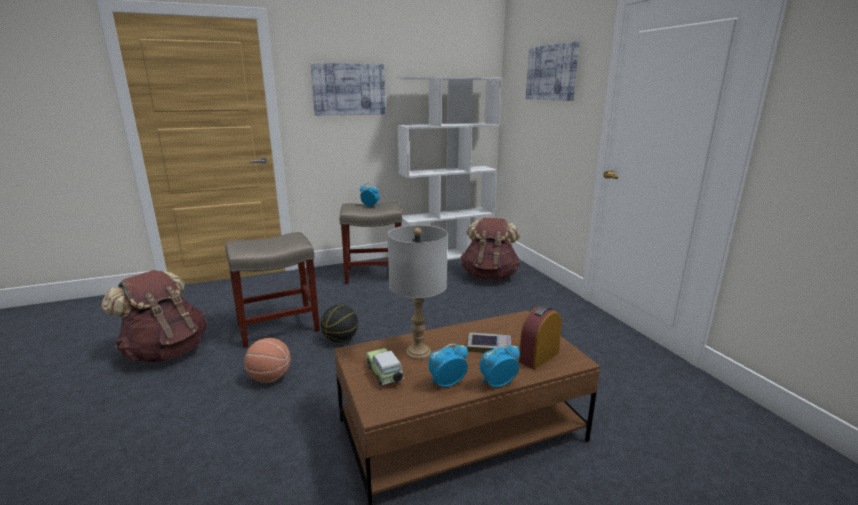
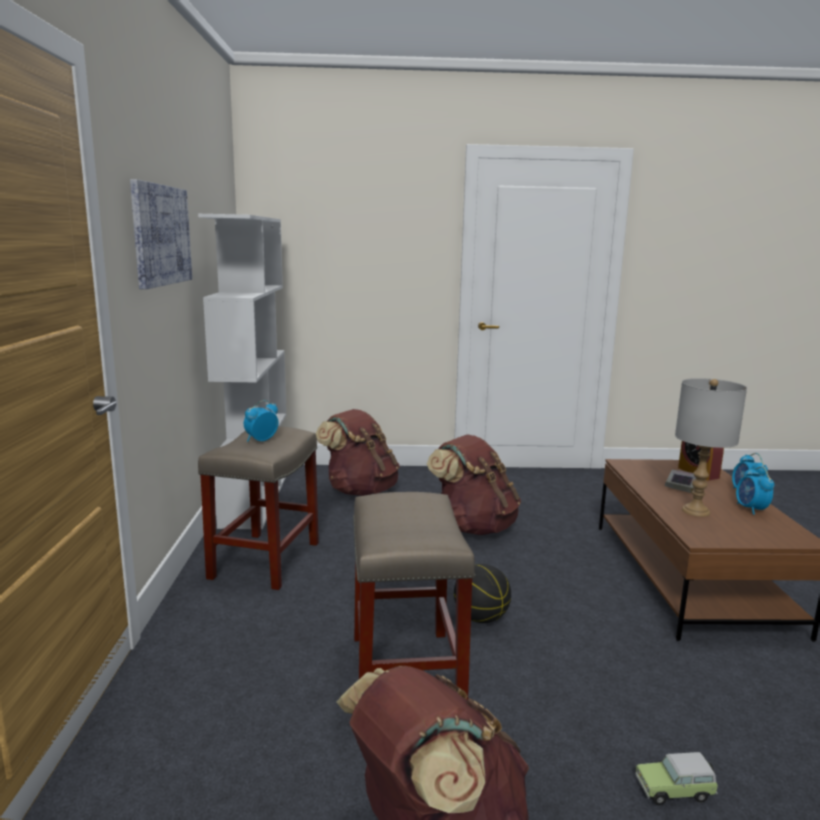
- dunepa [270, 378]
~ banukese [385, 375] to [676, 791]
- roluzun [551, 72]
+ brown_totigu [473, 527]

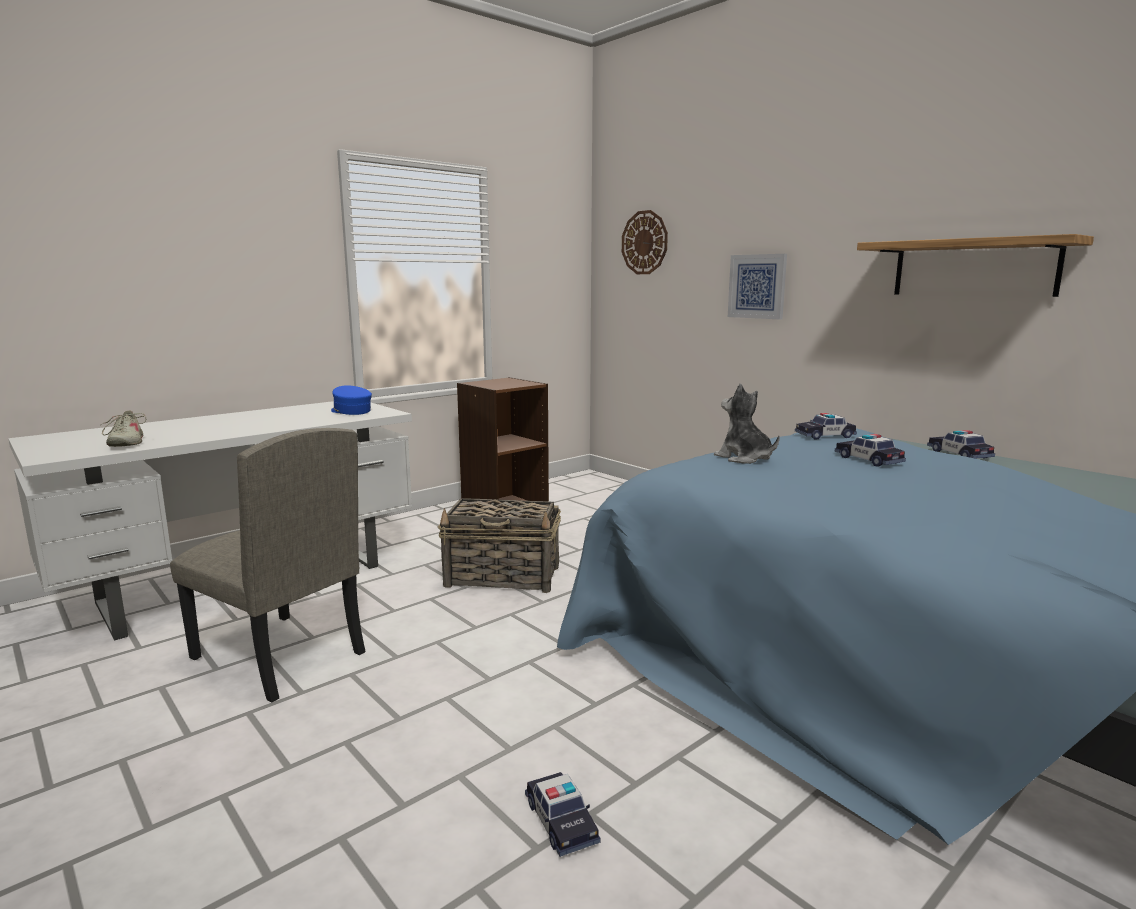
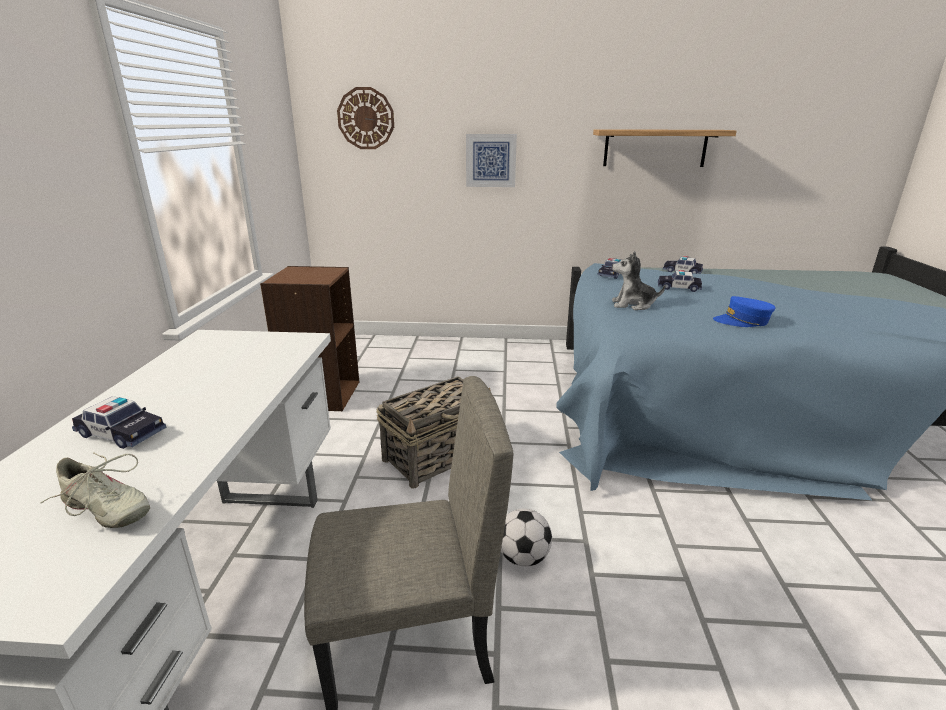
~ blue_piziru [351, 411] to [742, 321]
~ banukese [561, 821] to [121, 433]
+ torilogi [523, 557]

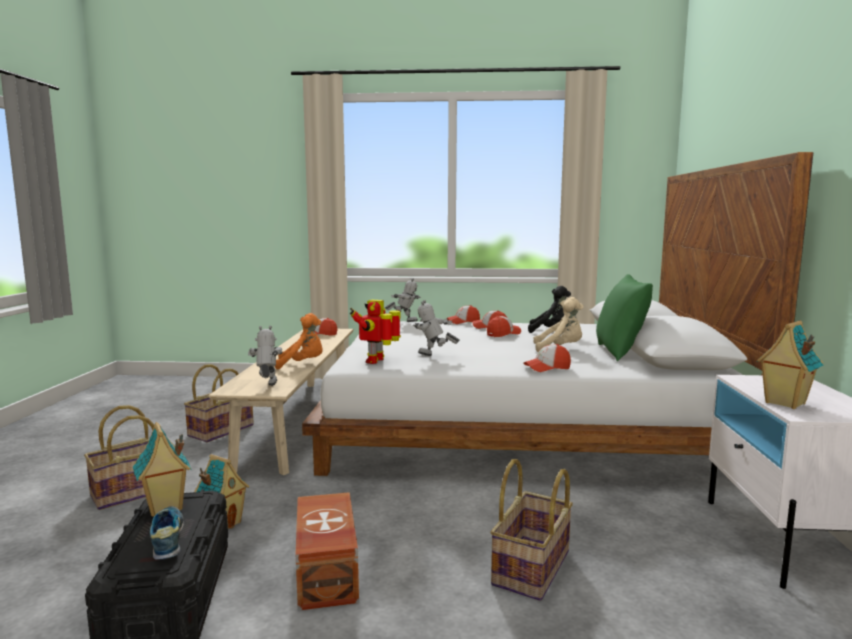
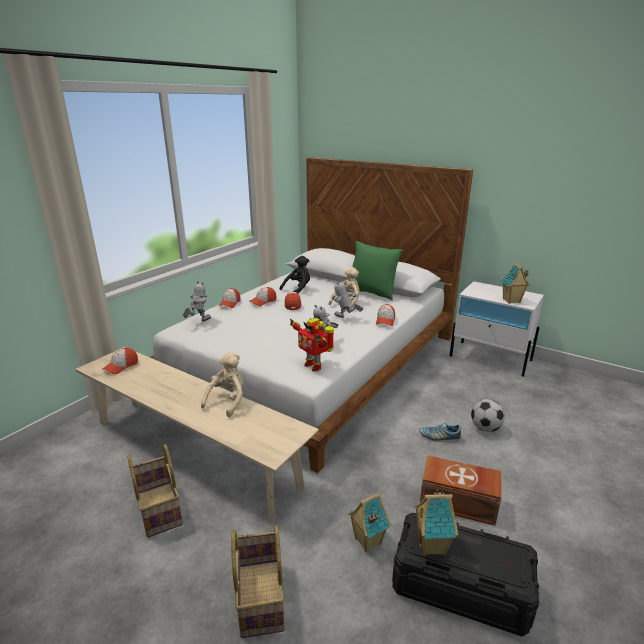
~ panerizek [168, 540] to [439, 437]
~ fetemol [267, 387] to [345, 318]
~ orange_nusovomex [302, 364] to beige_nusovomex [228, 401]
~ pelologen [533, 568] to torilogi [485, 428]

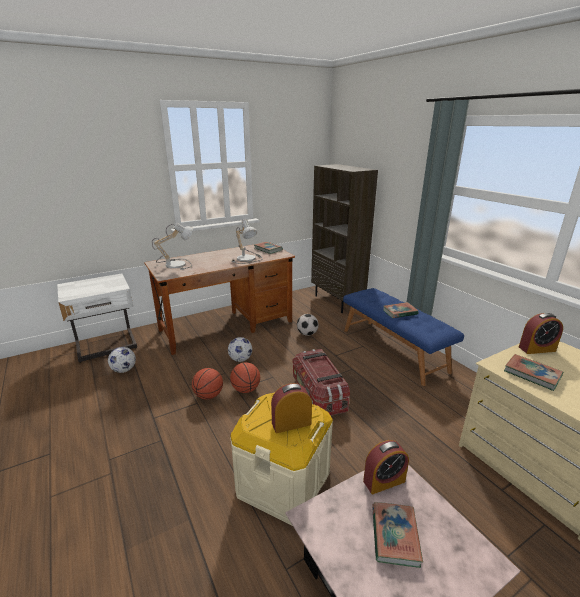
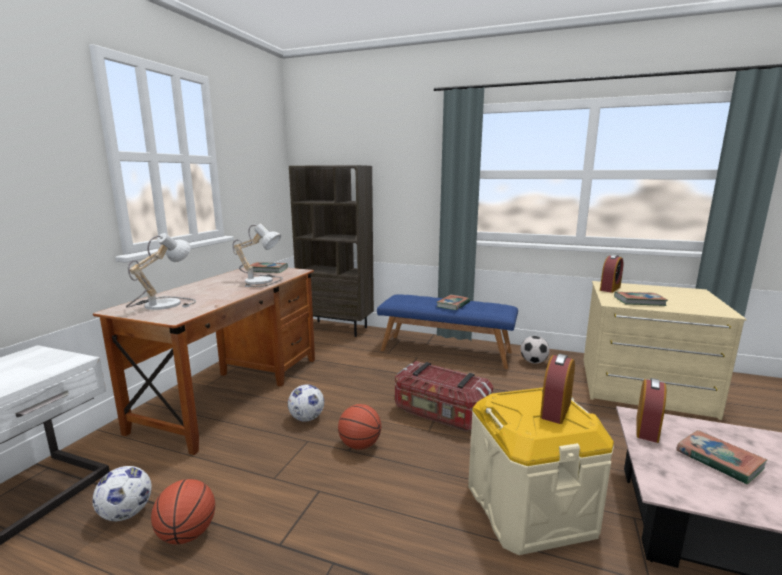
~ dunepa [208, 395] to [187, 534]
~ torilogi [307, 334] to [533, 362]

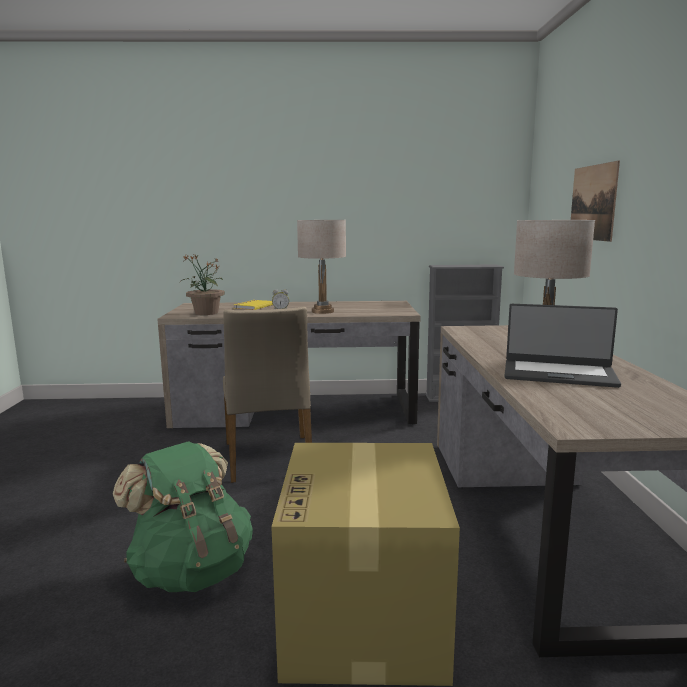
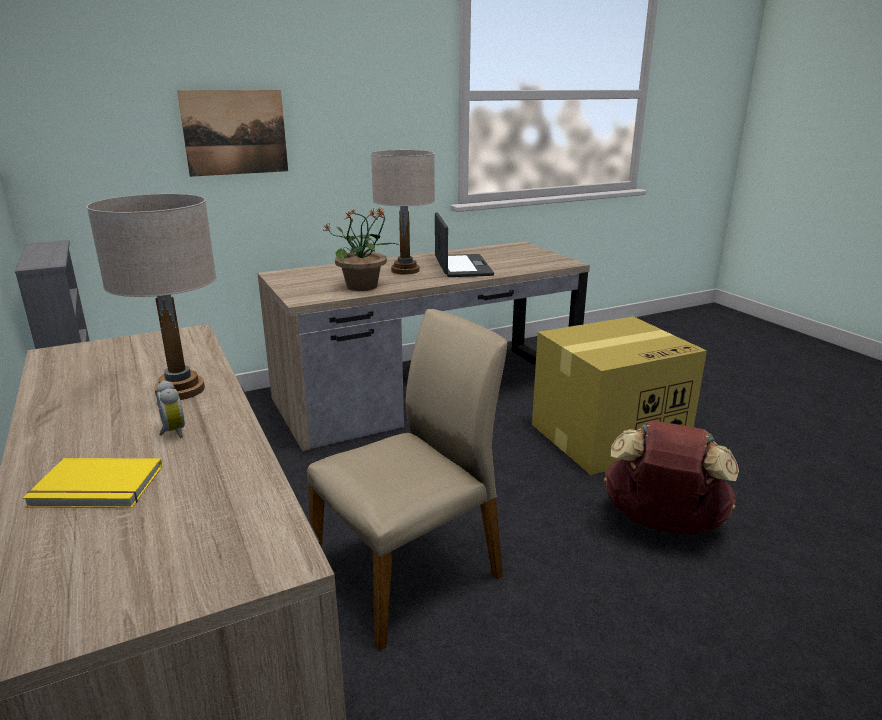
~ green_totigu [192, 570] to brown_totigu [662, 524]
~ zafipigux [206, 313] to [363, 286]

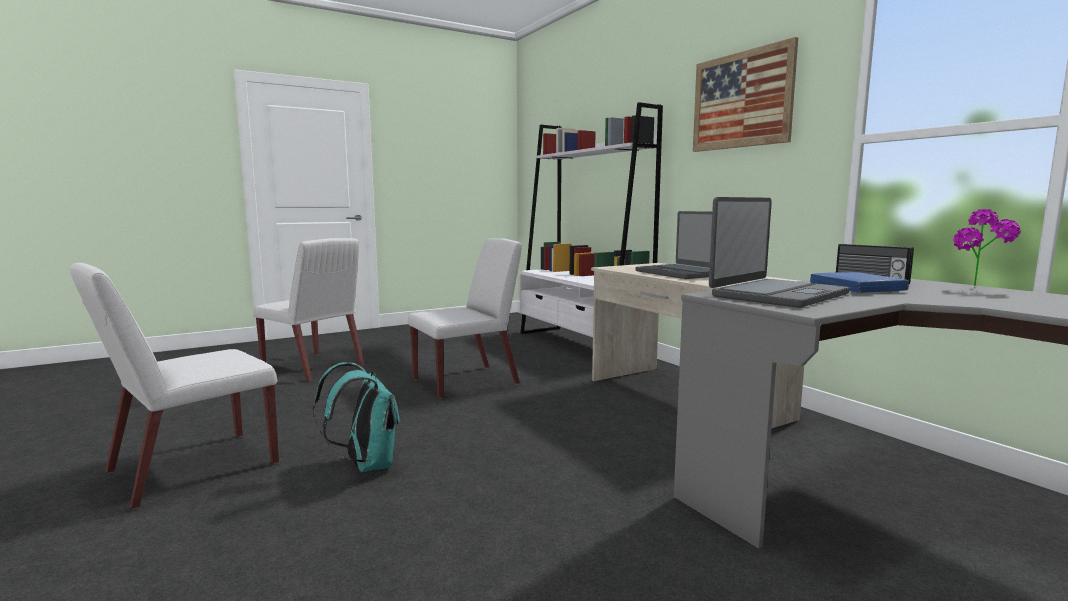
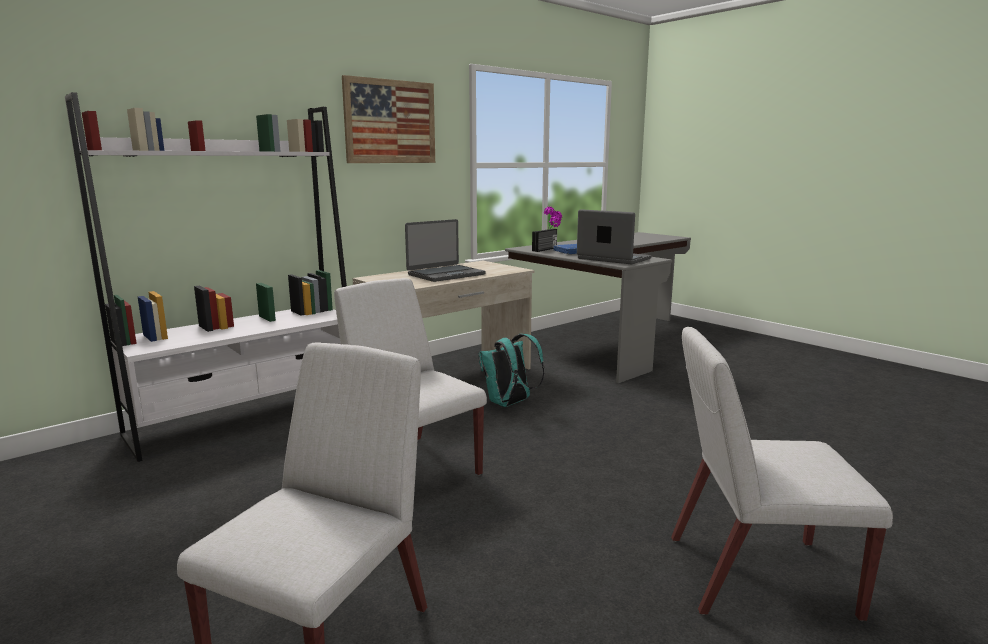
~ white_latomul [191, 468] = [756, 576] 150 degrees clockwise
~ turquoise_totigu [366, 465] to [509, 404]

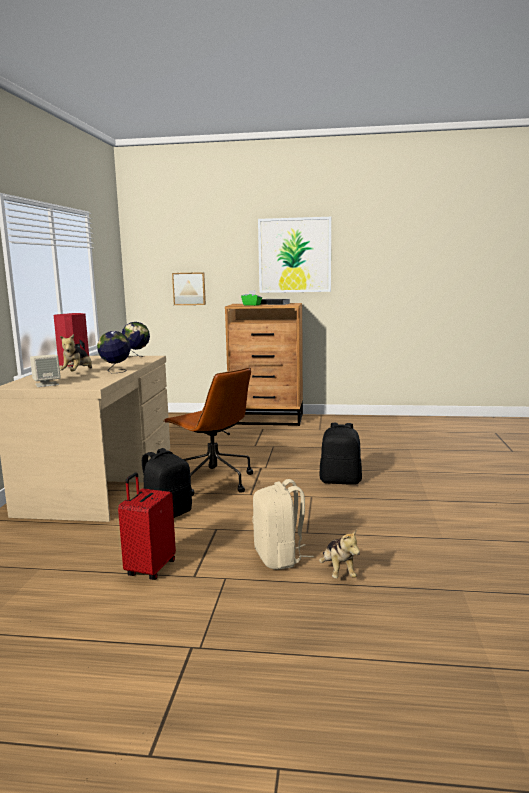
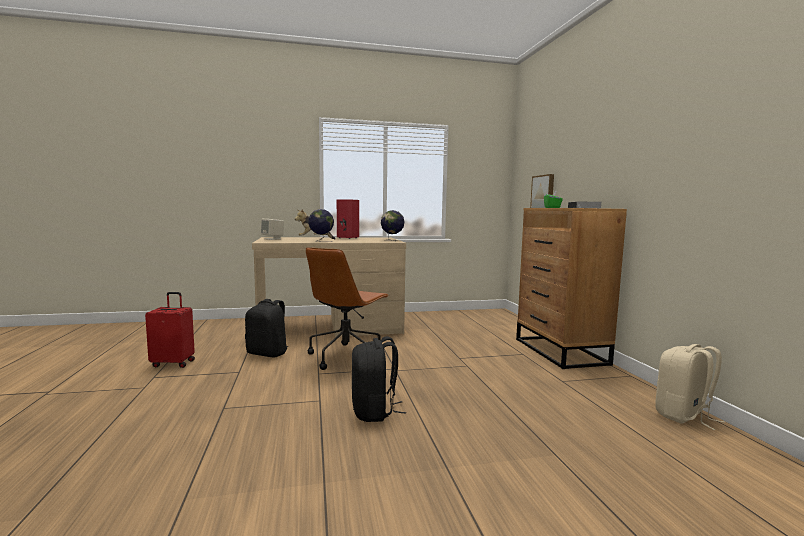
~ beige_totigu [279, 558] to [683, 416]
- roluzun [294, 255]
- nusovomex [338, 572]

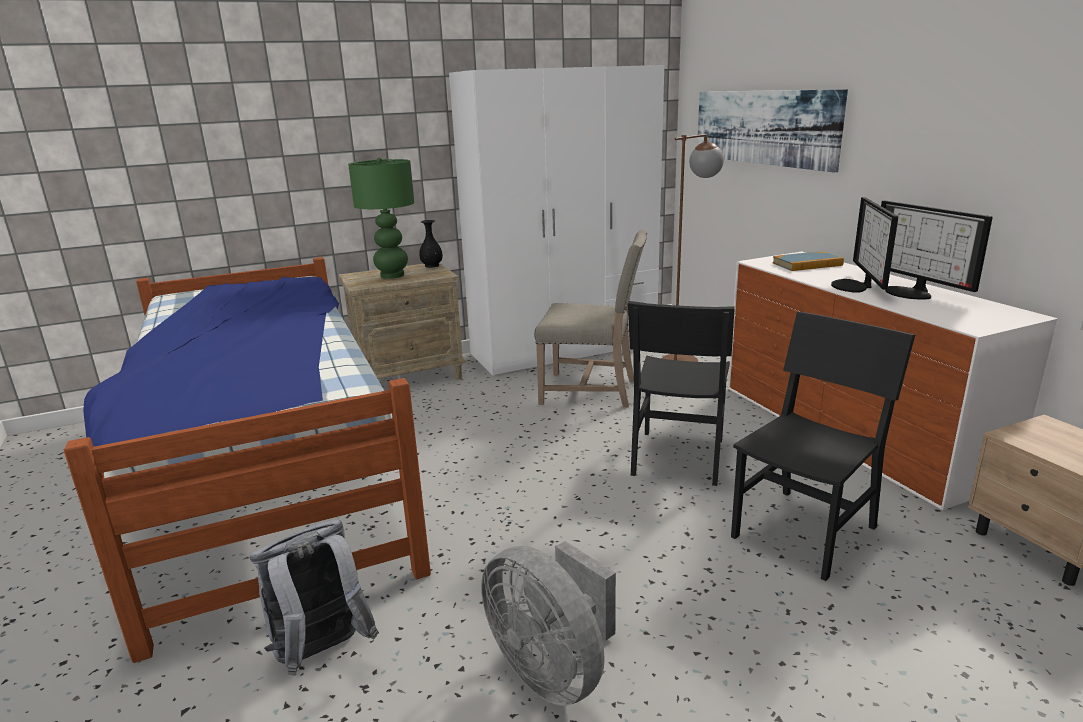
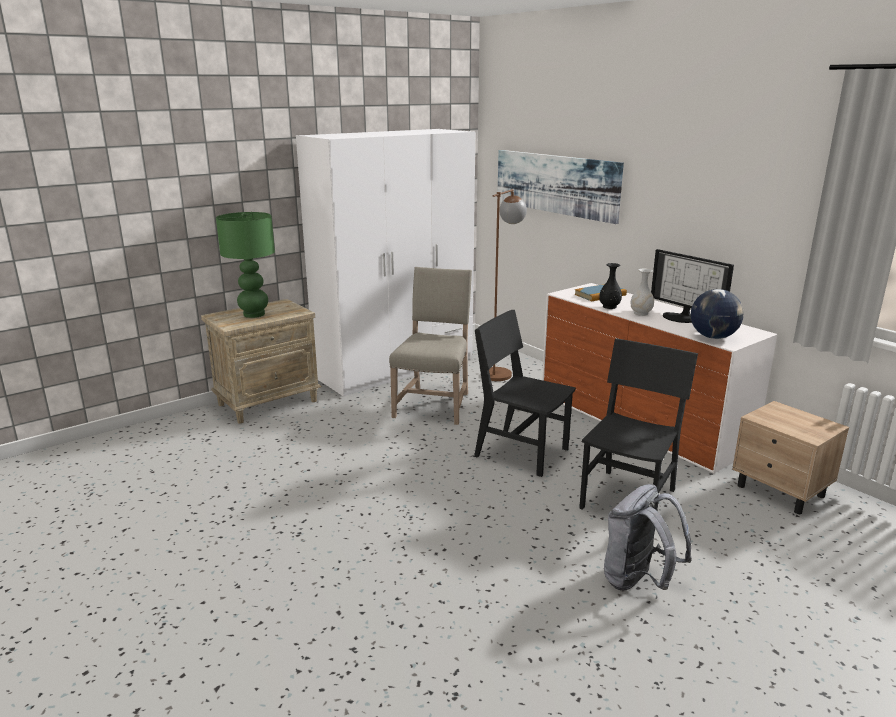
- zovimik [268, 473]
~ grey_totigu [322, 653] to [638, 581]
~ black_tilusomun [431, 265] to [609, 307]
- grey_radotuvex [553, 670]
~ beige_latomul [592, 391] = [434, 404] 75 degrees counterclockwise
~ black_latomul [678, 456] = [521, 452] 120 degrees clockwise
~ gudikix [855, 286] to white_tilusomun [641, 313]
+ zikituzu [713, 337]

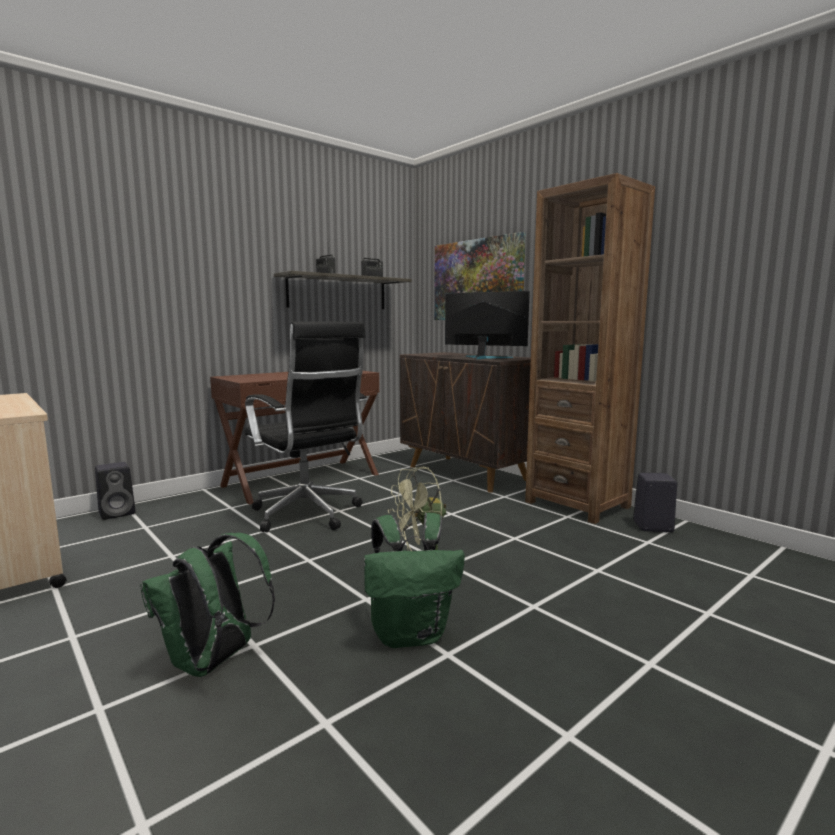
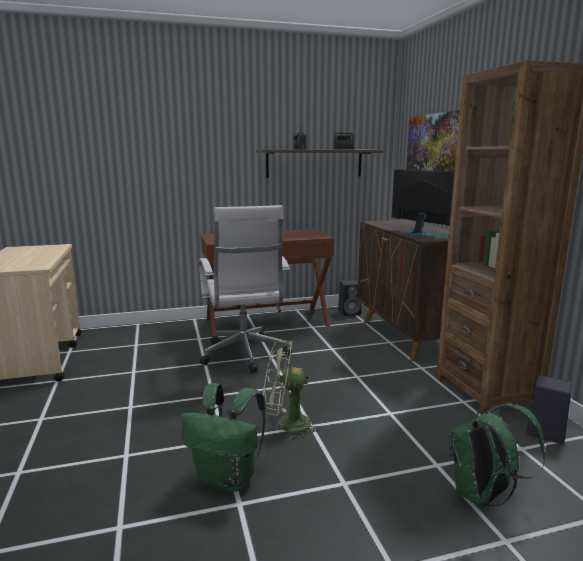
~ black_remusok [118, 513] to [350, 312]
~ green_totigu [214, 662] to [483, 497]
~ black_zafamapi [309, 515] to white_zafamapi [245, 356]

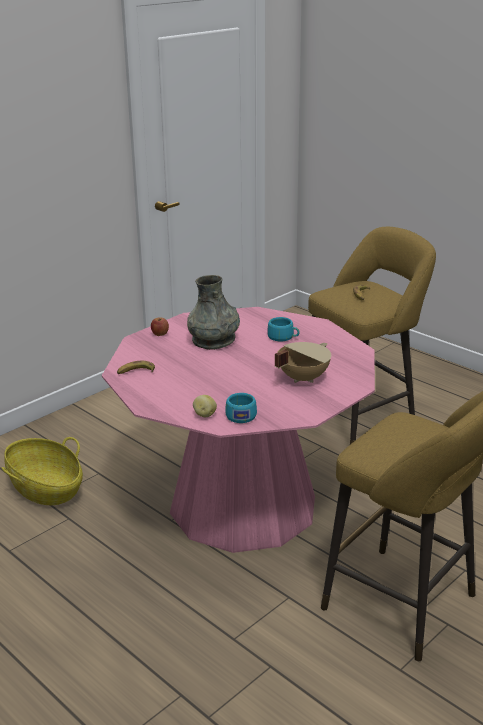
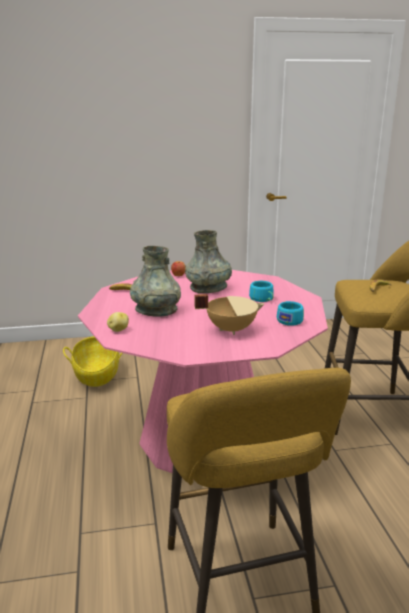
~ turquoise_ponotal [241, 415] to [291, 320]
+ grey_tilusomun [156, 310]

